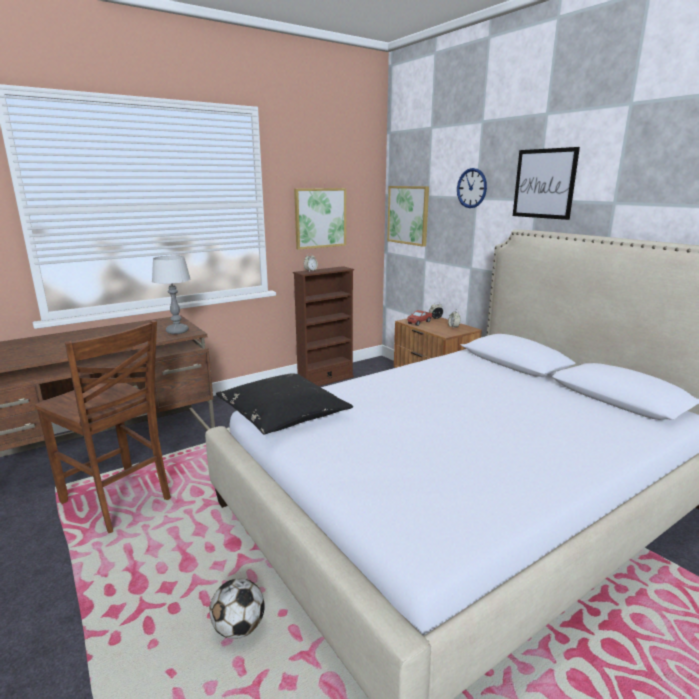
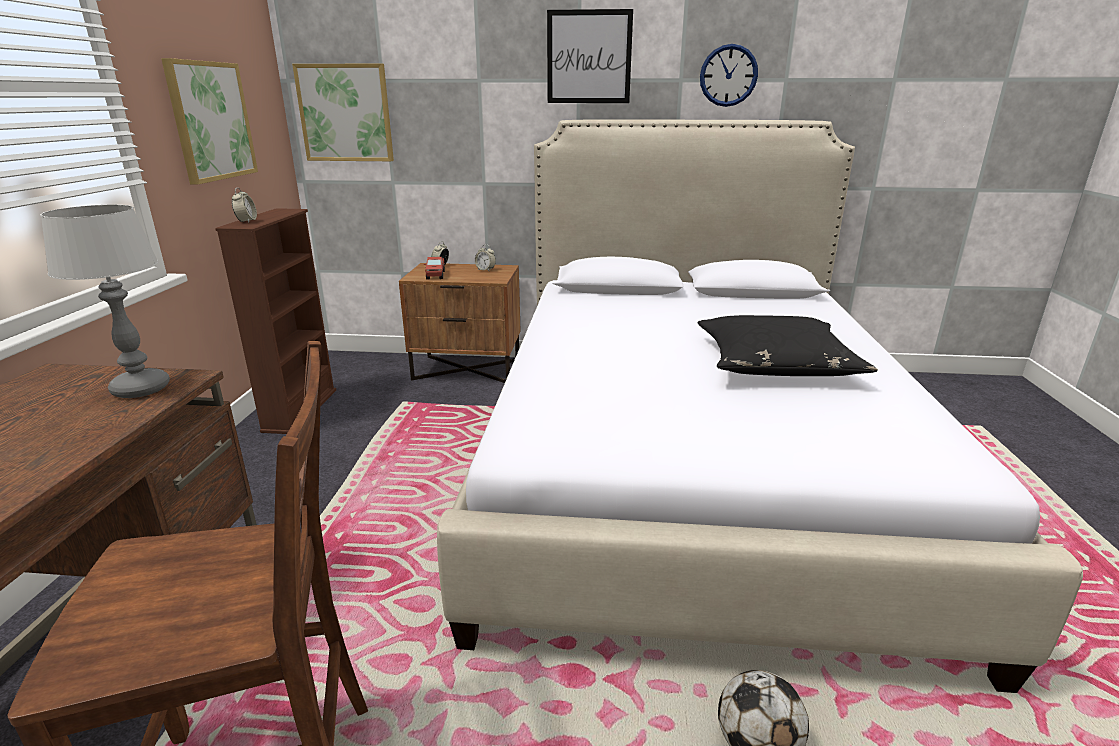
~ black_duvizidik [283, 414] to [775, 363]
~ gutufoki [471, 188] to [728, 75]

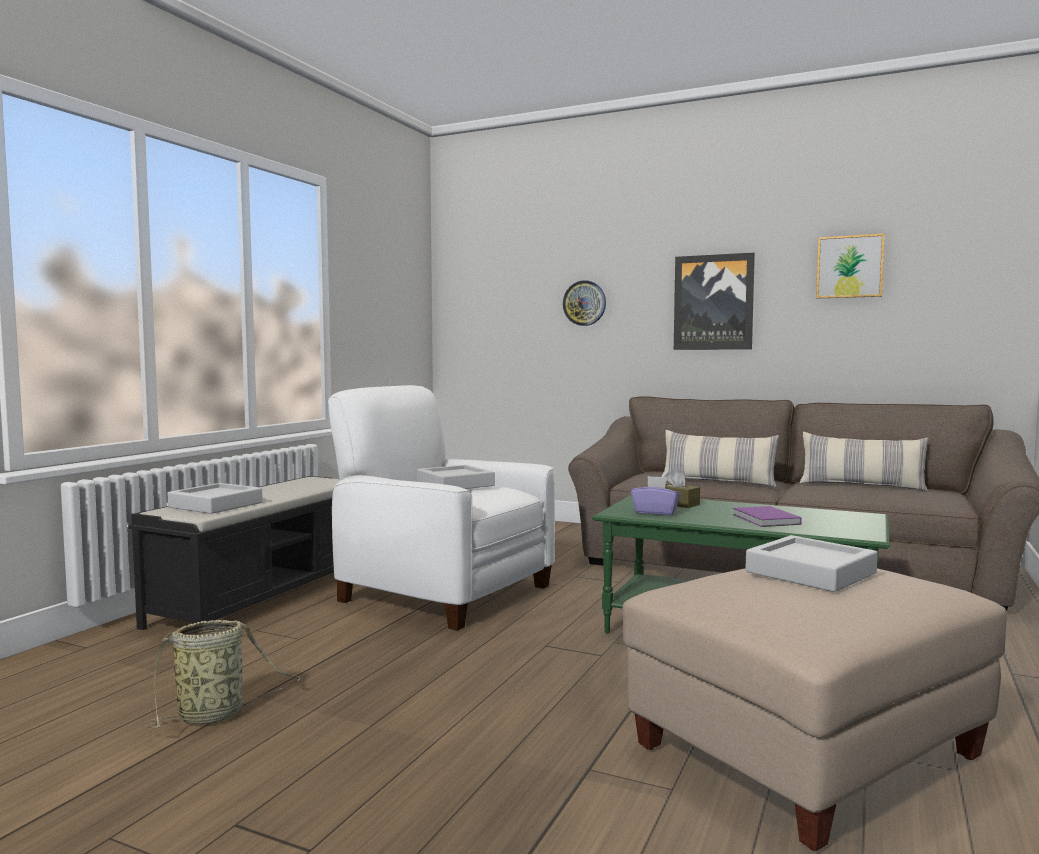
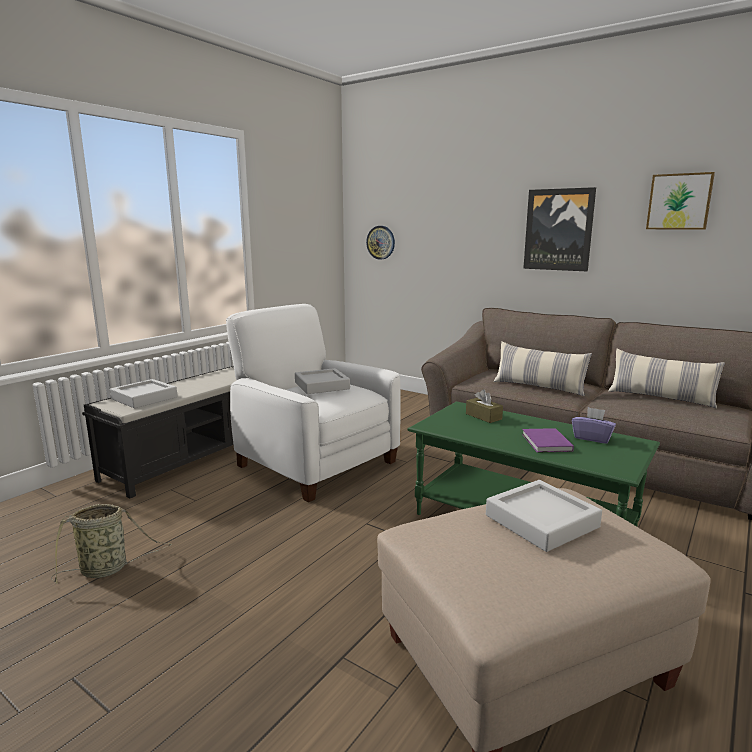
~ gutufoki [584, 303] to [381, 242]
~ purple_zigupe [655, 512] to [592, 438]

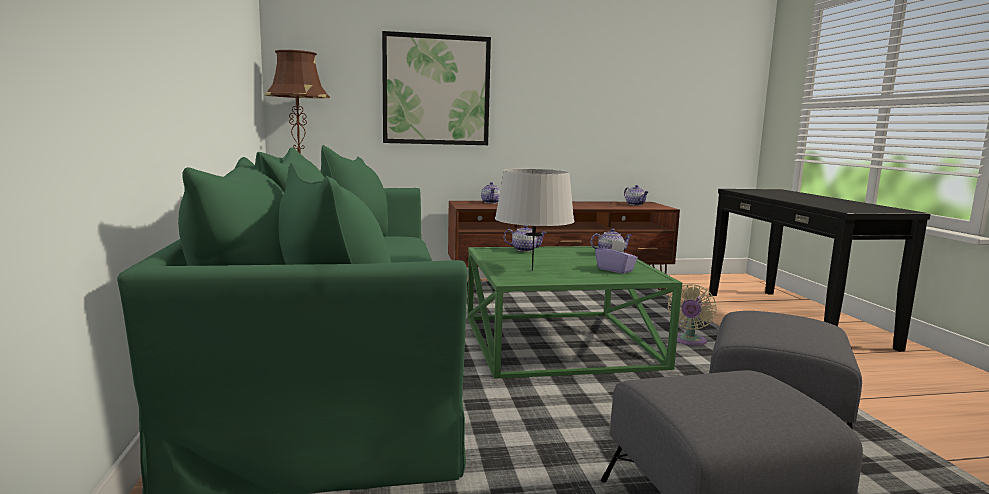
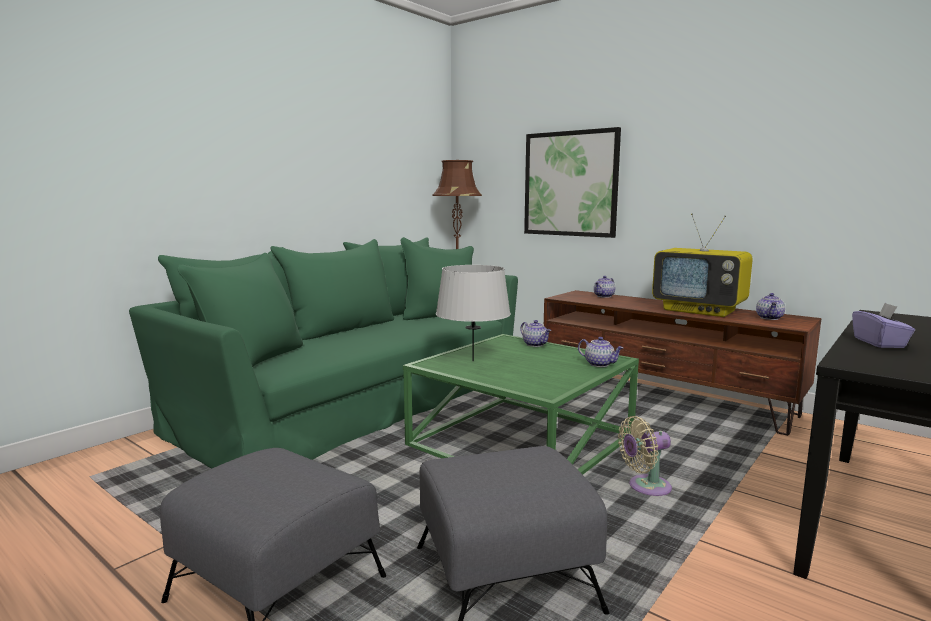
~ purple_zigupe [615, 270] to [879, 343]
+ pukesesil [700, 310]

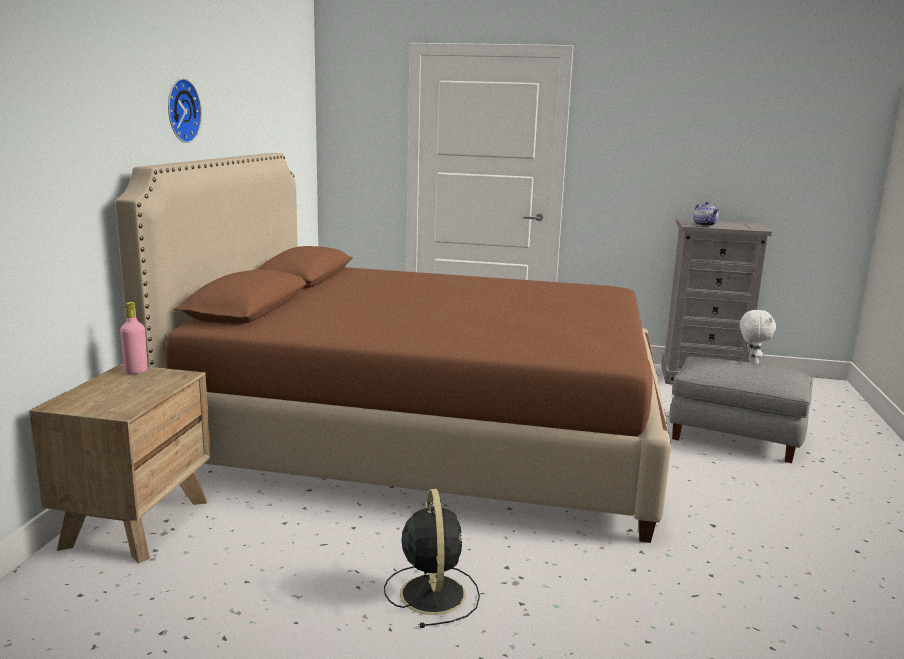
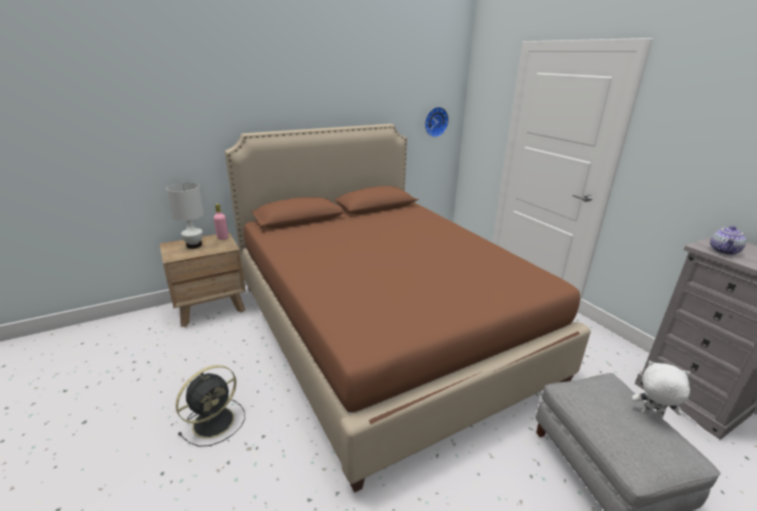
~ gutufoki [180, 110] to [435, 121]
~ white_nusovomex [751, 362] = [651, 415] 120 degrees counterclockwise
+ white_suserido [194, 245]

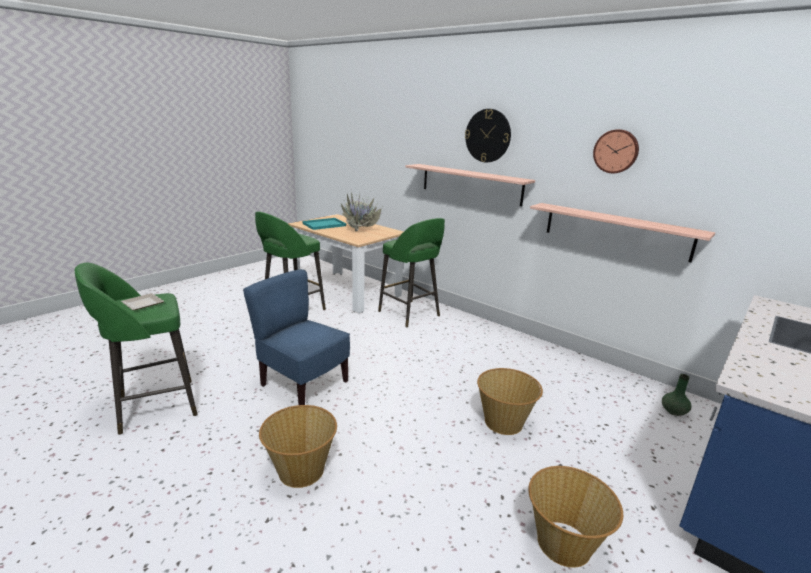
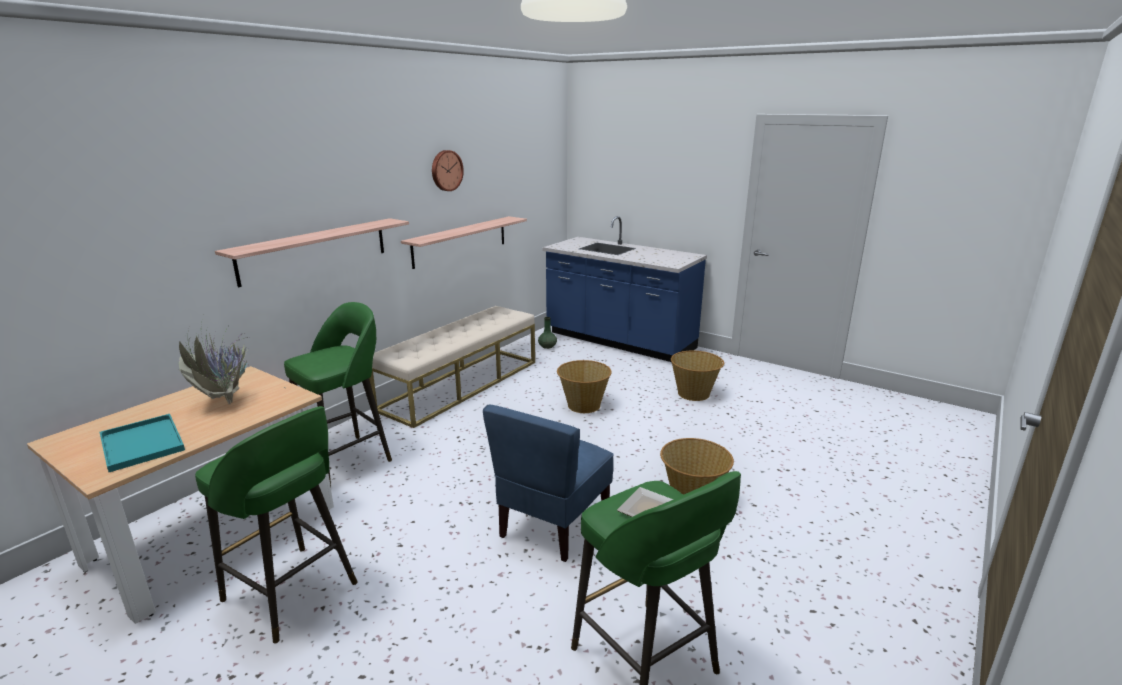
- gutufoki [488, 136]
+ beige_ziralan [461, 384]

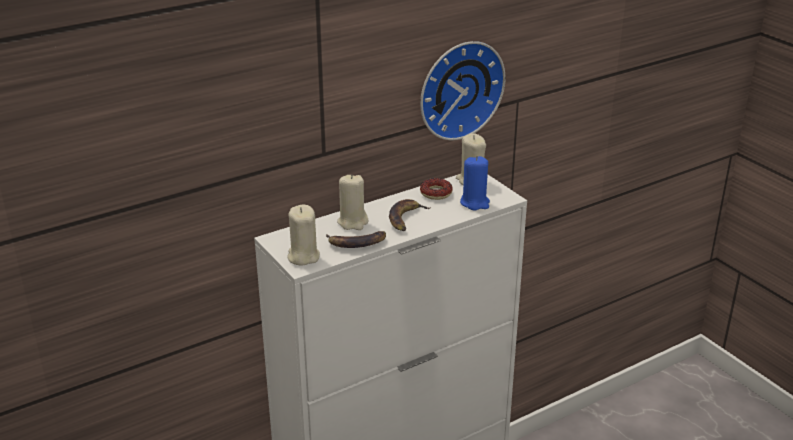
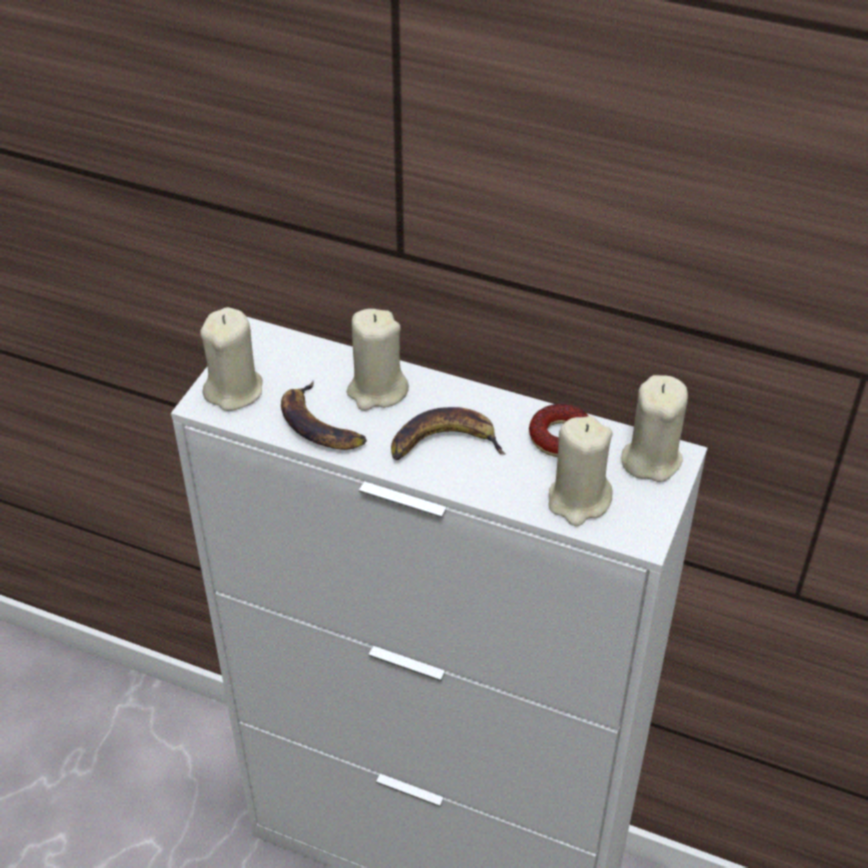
- gutufoki [458, 88]
~ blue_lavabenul [475, 203] to beige_lavabenul [578, 500]

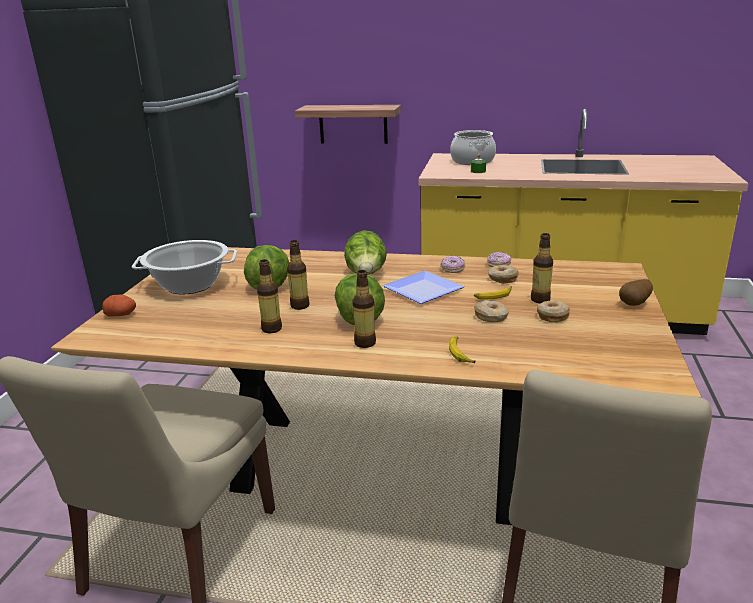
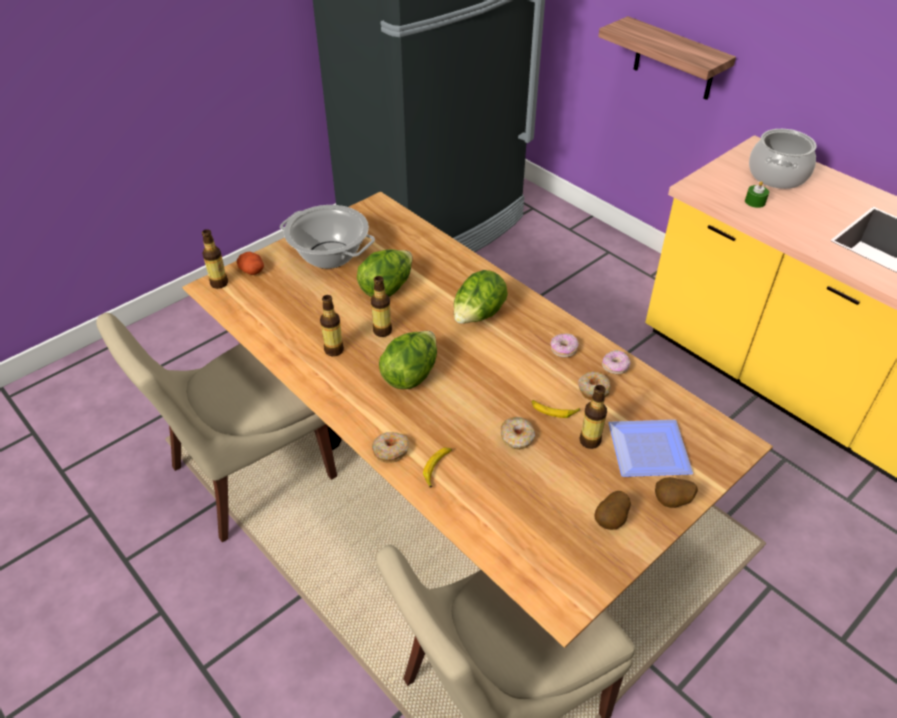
~ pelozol [365, 343] to [219, 283]
~ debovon [423, 291] to [646, 452]
~ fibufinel [552, 316] to [391, 450]
+ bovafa [611, 520]

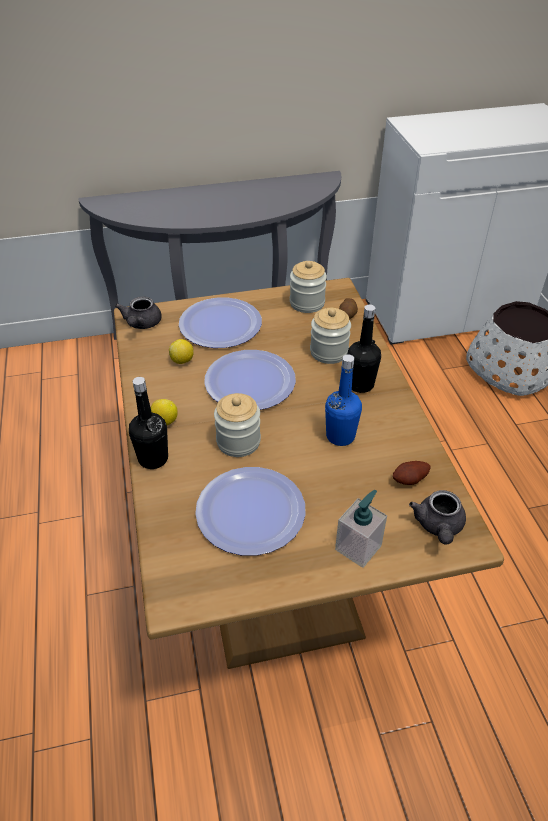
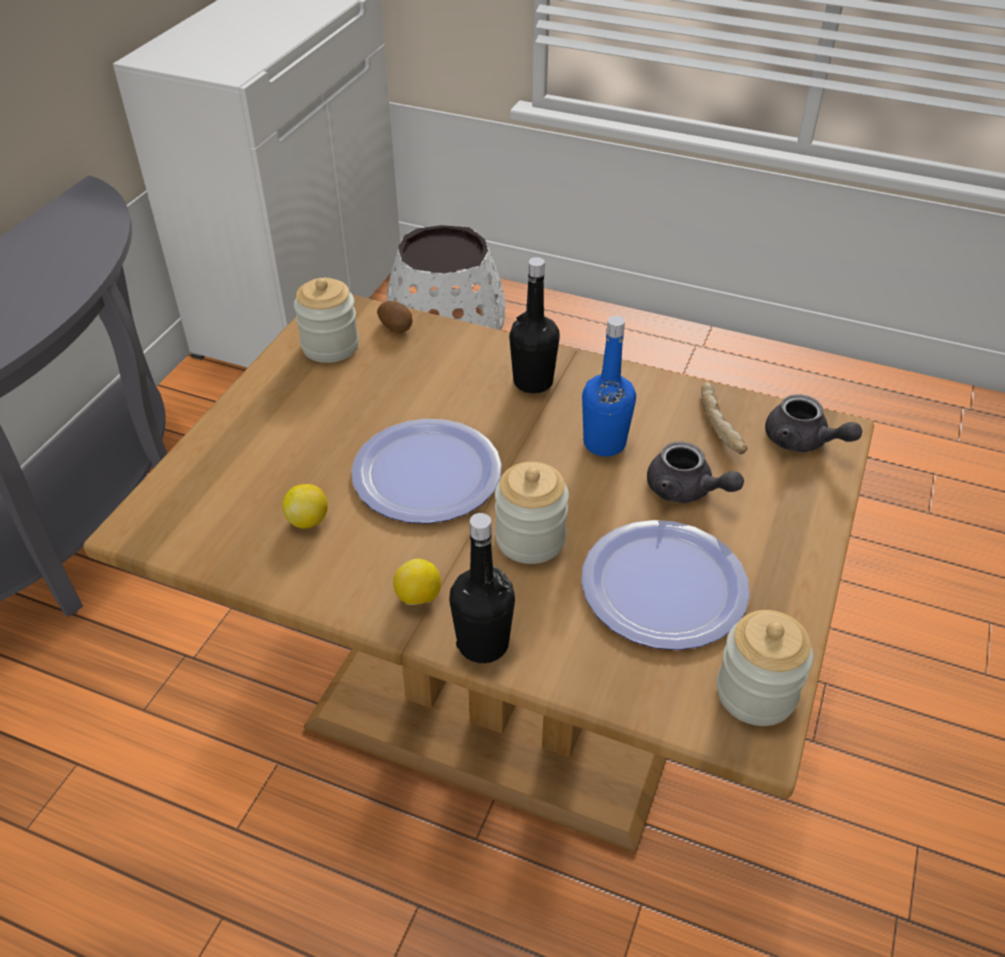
~ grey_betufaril [141, 324] to [686, 491]
- debovon [220, 324]
~ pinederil [329, 352] to [756, 693]
- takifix [358, 547]
~ bovafa [410, 480] to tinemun [721, 426]

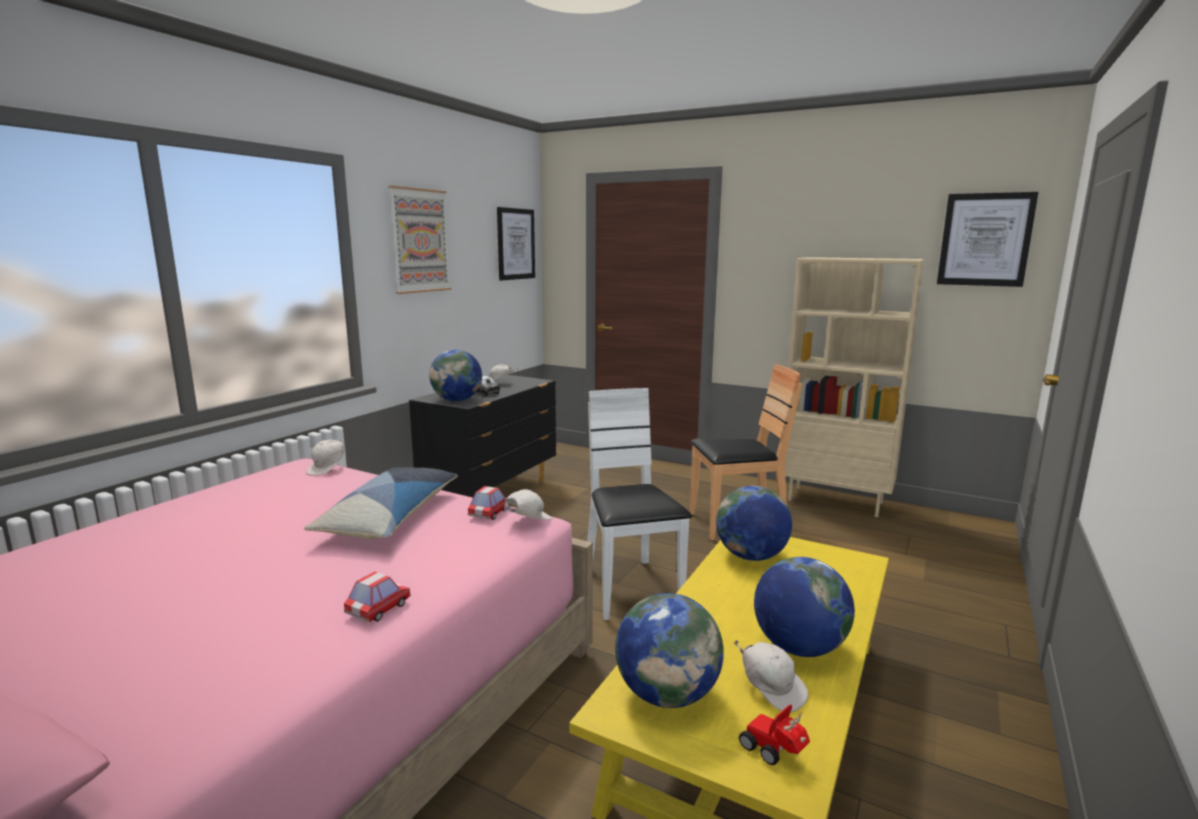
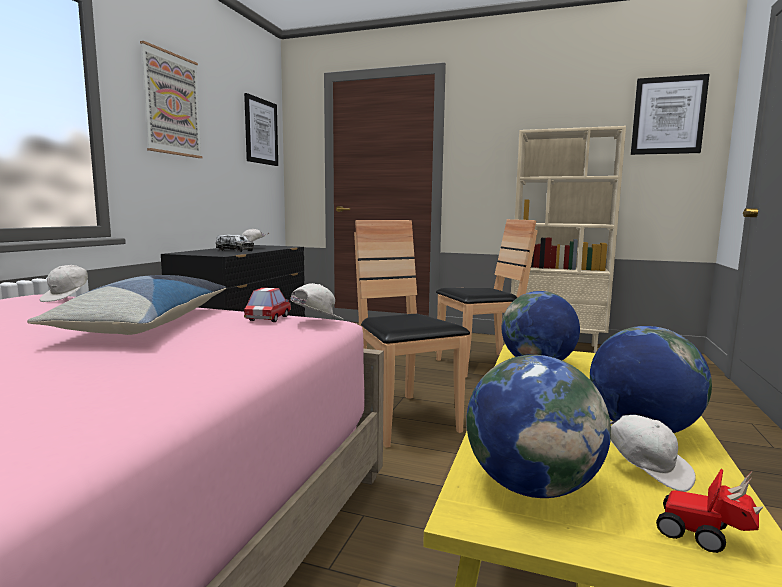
- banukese [378, 609]
- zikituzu [457, 400]
~ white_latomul [630, 589] to brown_latomul [402, 419]

